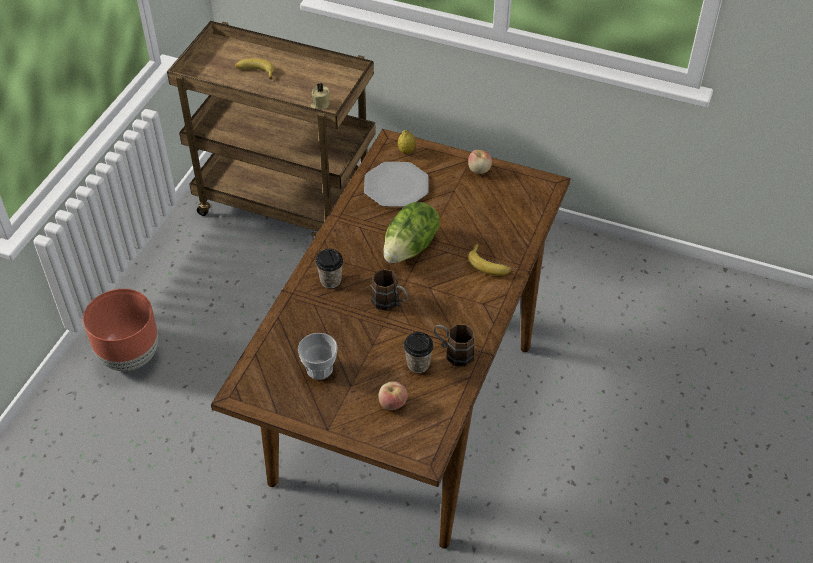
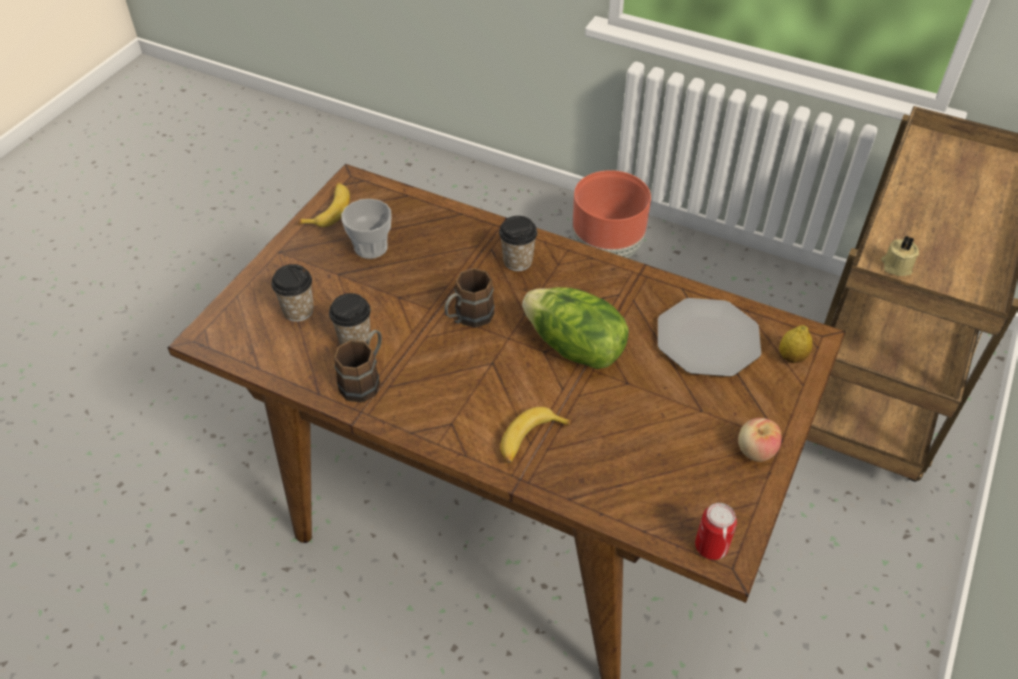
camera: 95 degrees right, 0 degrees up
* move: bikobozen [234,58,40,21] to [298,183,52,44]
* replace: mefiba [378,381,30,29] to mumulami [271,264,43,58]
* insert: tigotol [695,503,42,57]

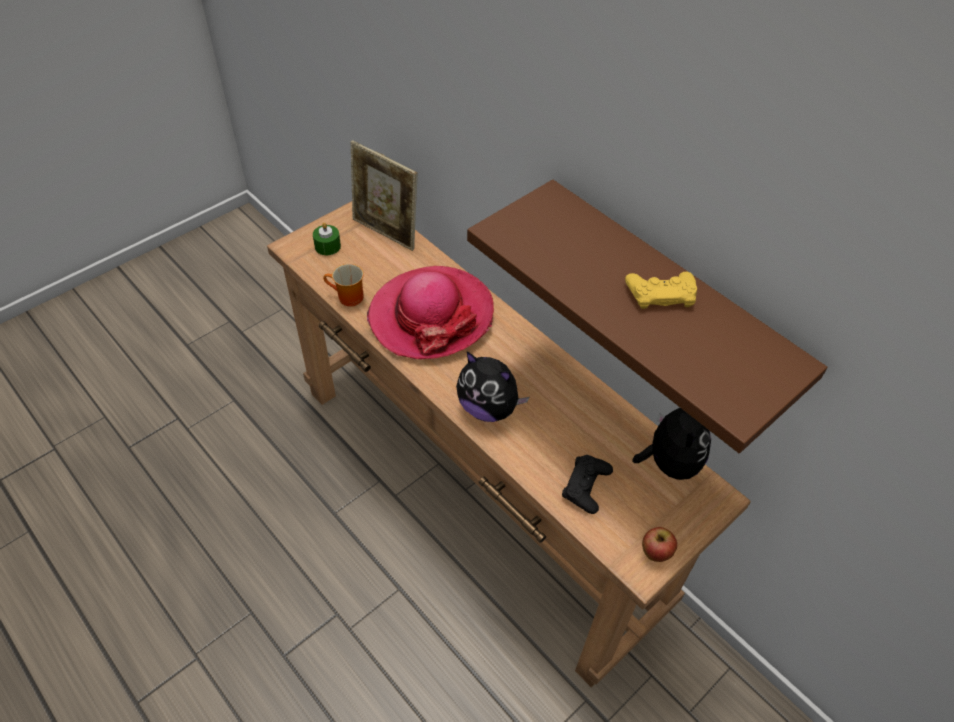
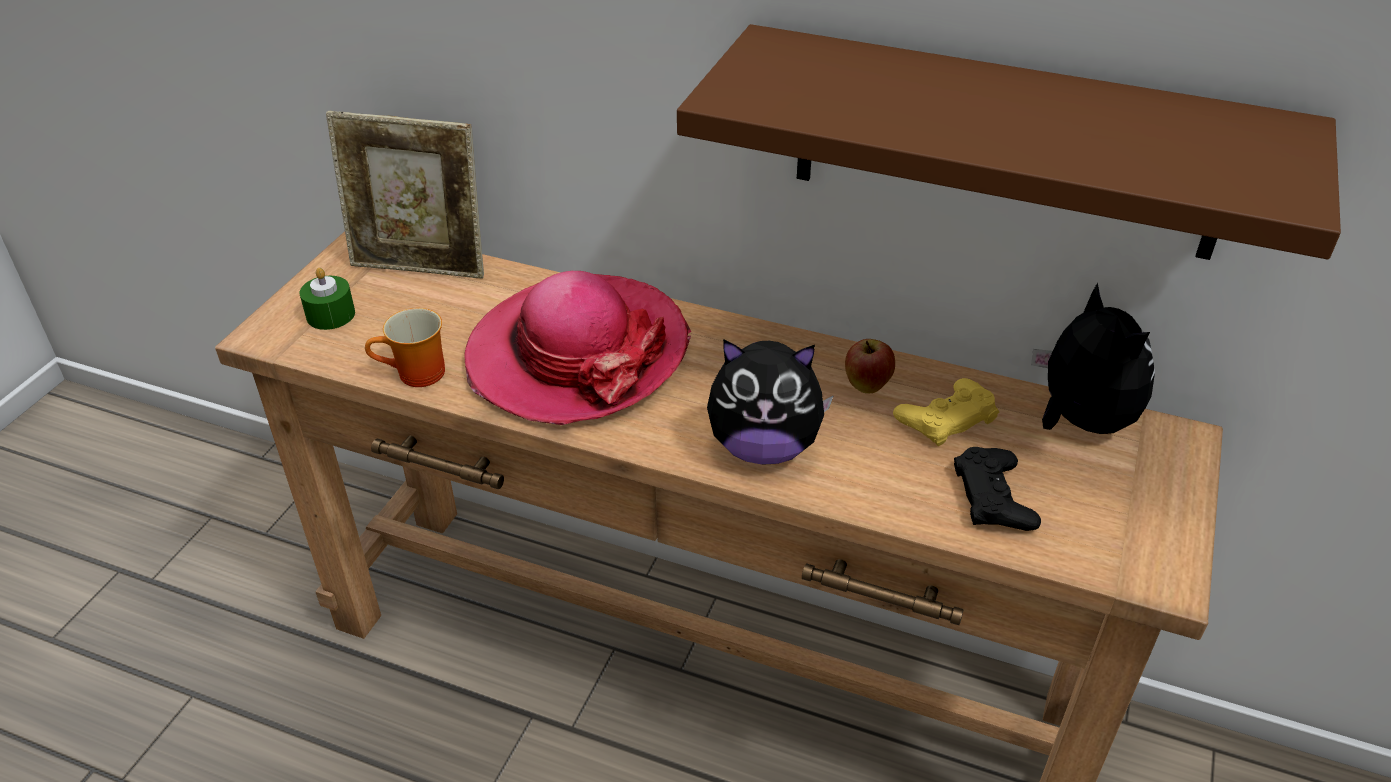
camera: 25 degrees left, 10 degrees down
* move: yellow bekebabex [625,272,72,37] to [893,378,106,68]
* move: mefiba [642,527,35,35] to [845,339,50,54]

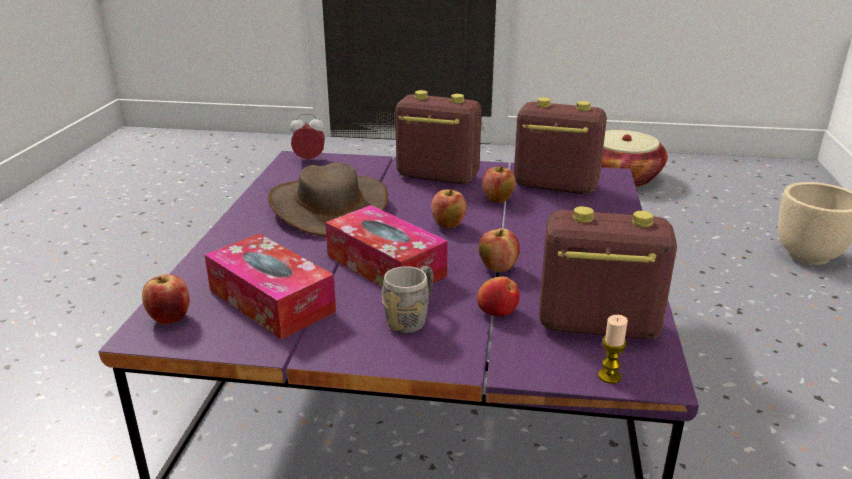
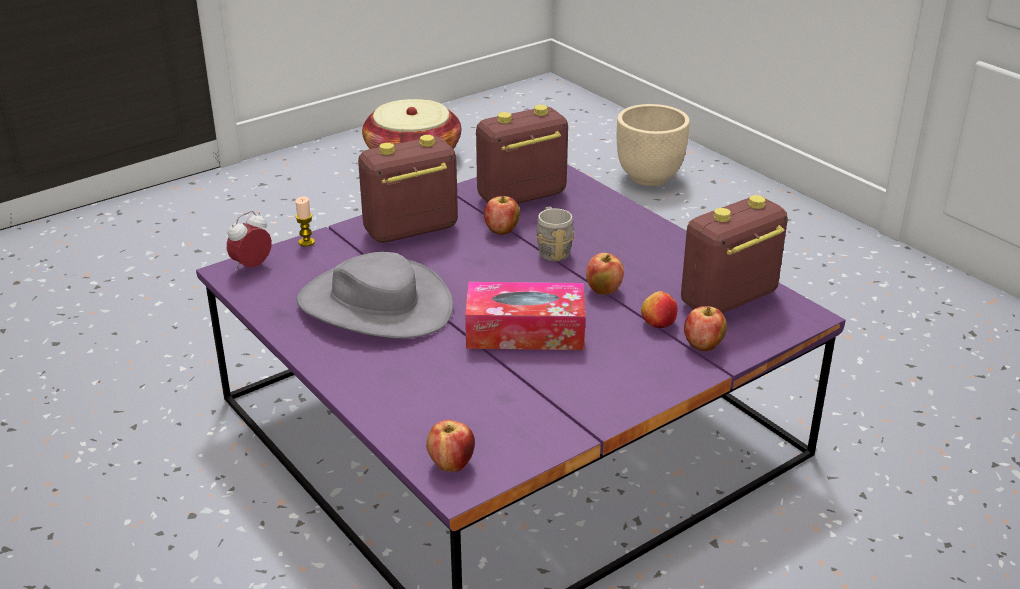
camera: 45 degrees left, 5 degrees up
* delete: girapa [204,234,132,106]
* recolor: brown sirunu [268,163,120,74] to grey sirunu [296,252,157,87]
* move: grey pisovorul [382,266,51,67] to [537,207,38,54]
* move: mefiba [431,189,36,39] to [684,306,43,45]
* move: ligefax [598,315,30,69] to [295,197,20,50]

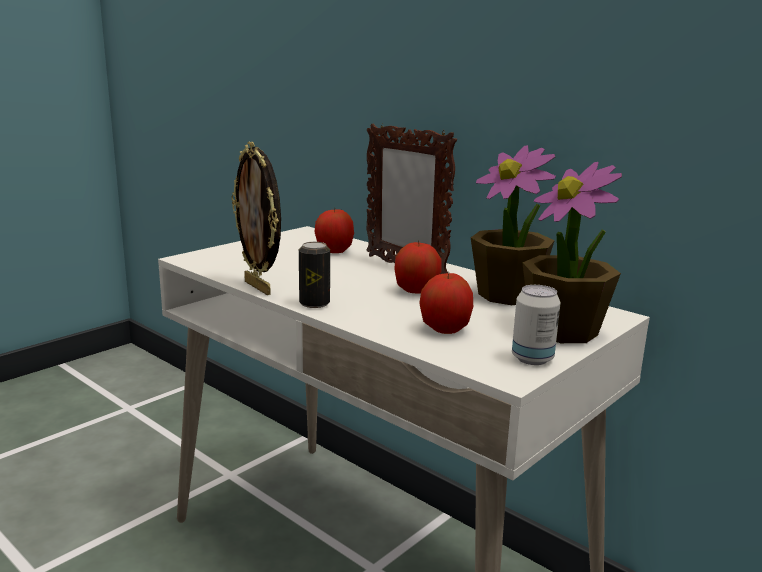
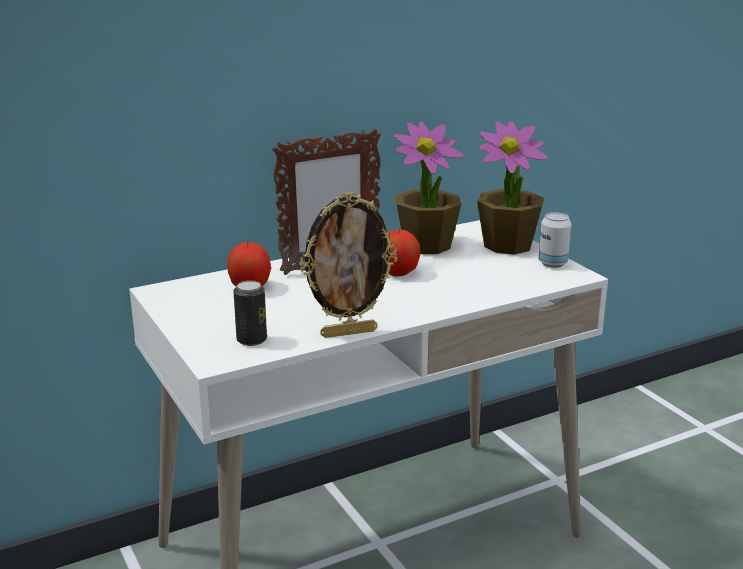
camera: 70 degrees left, 5 degrees up
* move: tigotol [299,242,31,66] to [233,280,34,66]
* delete: mefiba [419,273,54,61]

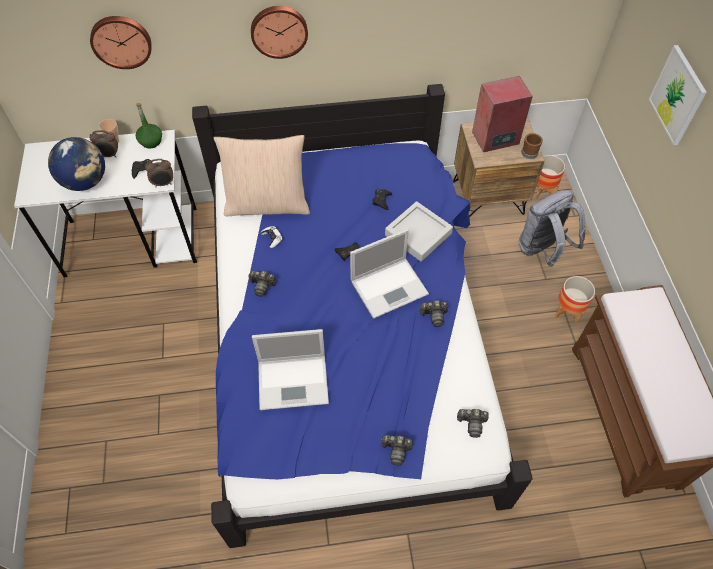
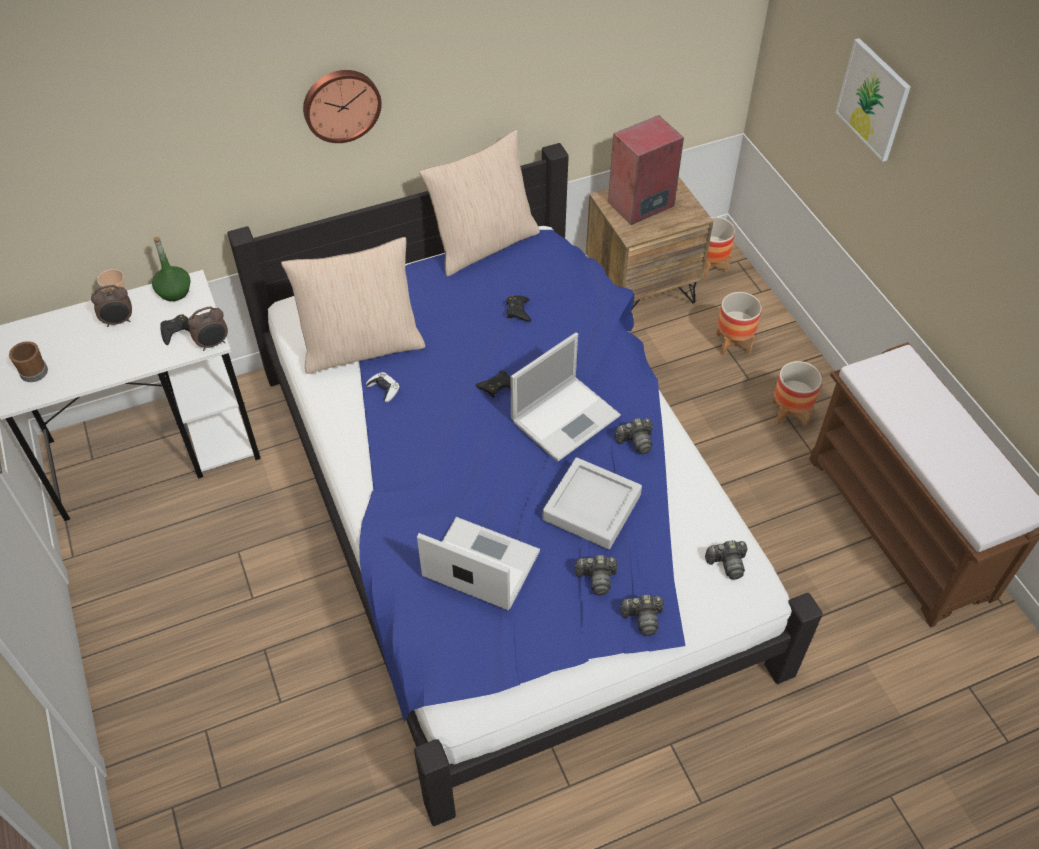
camera: 15 degrees left, 5 degrees down
* delete: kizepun [48,137,57,54]
* delete: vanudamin [90,16,62,53]
* move: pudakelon [249,271,28,26] to [575,555,42,40]
* rotate: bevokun [252,329,77,81] = [417,517,123,93] 135 degrees counterclockwise
* move: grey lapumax [385,201,68,61] to [542,457,100,92]
* replace: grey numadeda [519,190,66,77] to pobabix [716,292,46,63]
* move: brown pisovorul [521,133,22,26] to [9,341,39,41]
* insert: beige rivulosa [419,130,121,147]

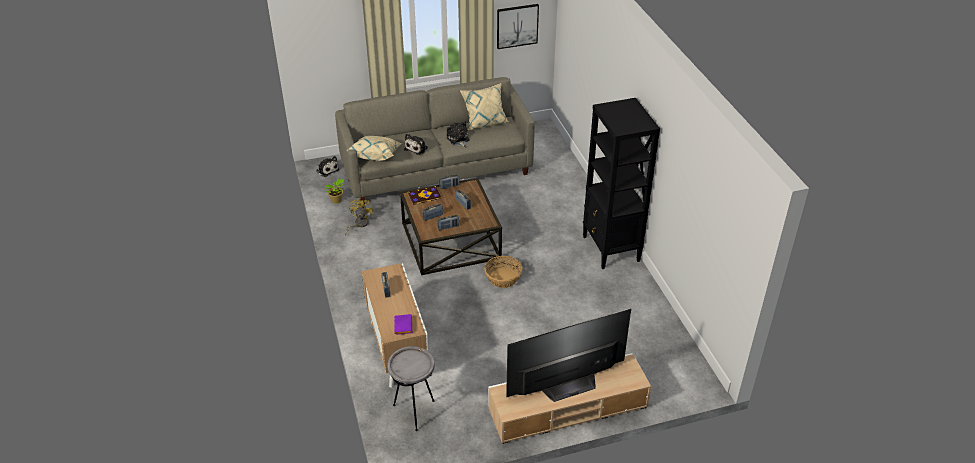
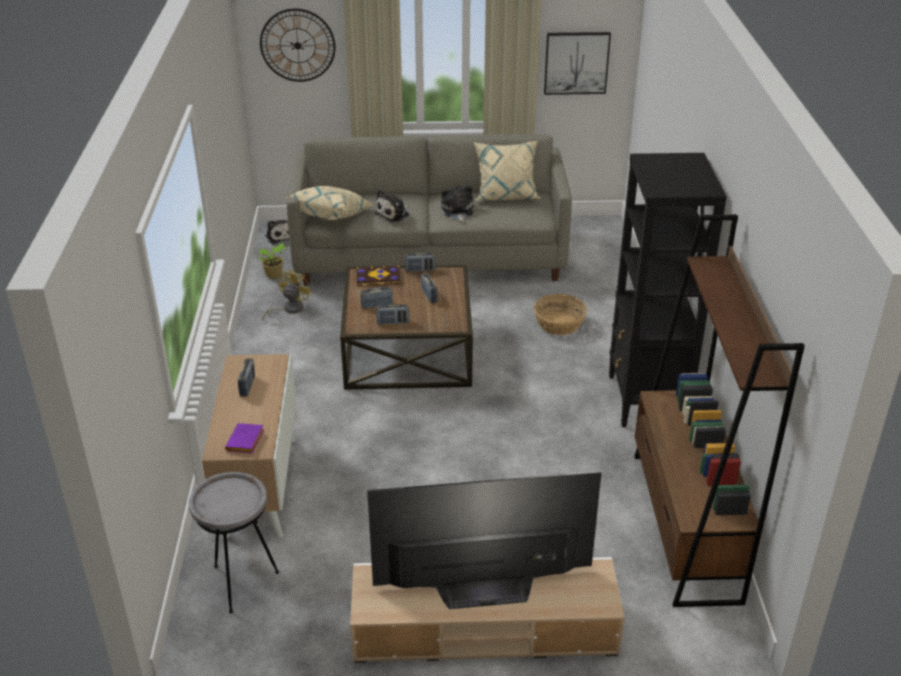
camera: 15 degrees right, 5 degrees down
* move: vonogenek [484,256,39,32] to [534,294,53,41]
* insert: vanudamin [260,8,75,74]
* insert: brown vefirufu [634,214,171,393]

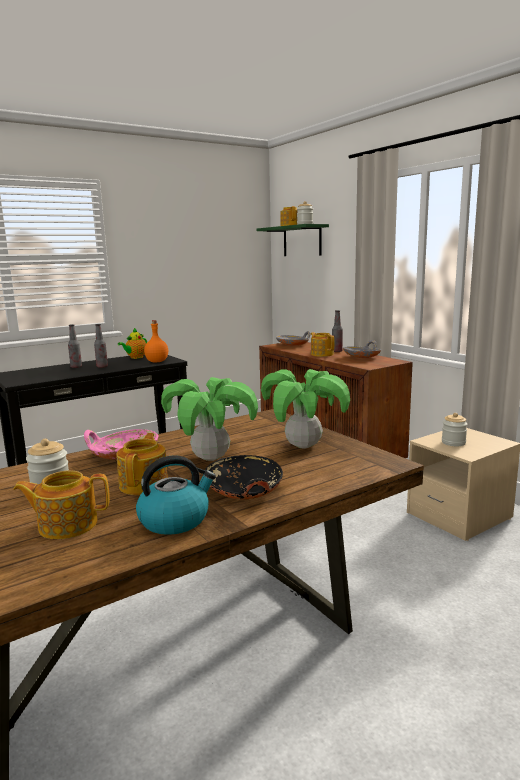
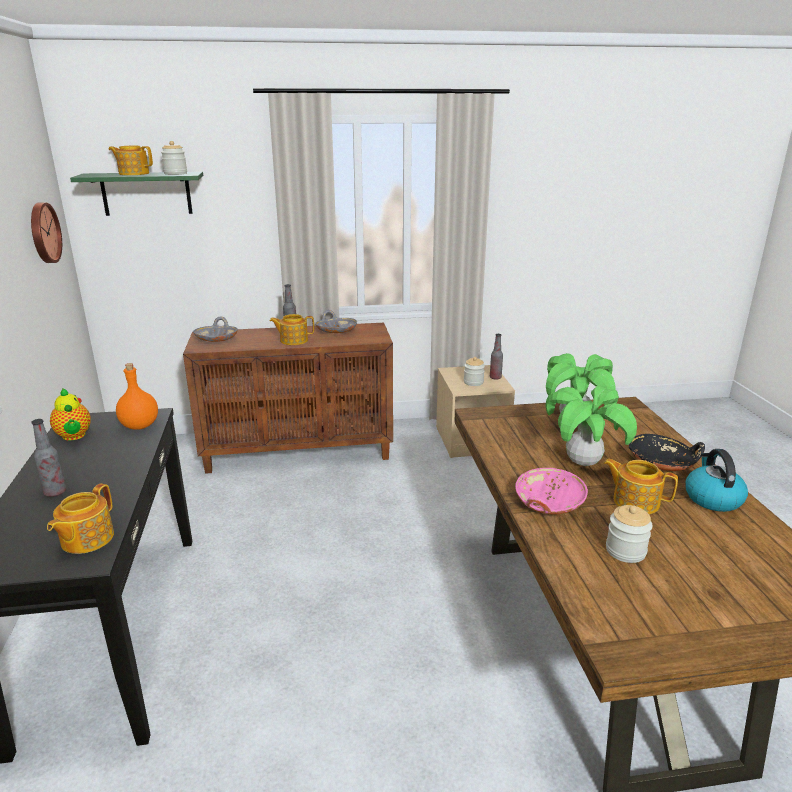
camera: 65 degrees left, 10 degrees up
* move: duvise [13,471,97,68] to [47,483,67,71]
* move: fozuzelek [94,324,14,44] to [490,334,13,46]
* insert: vanudamin [31,202,31,61]

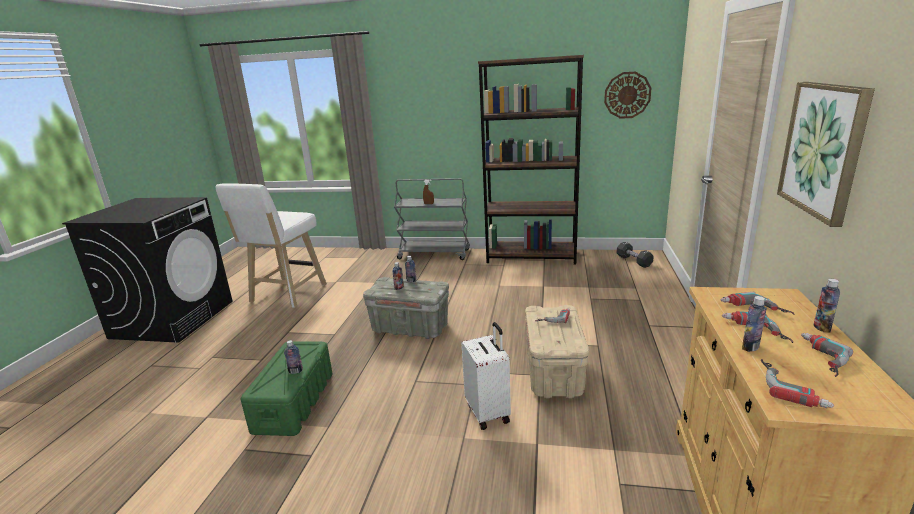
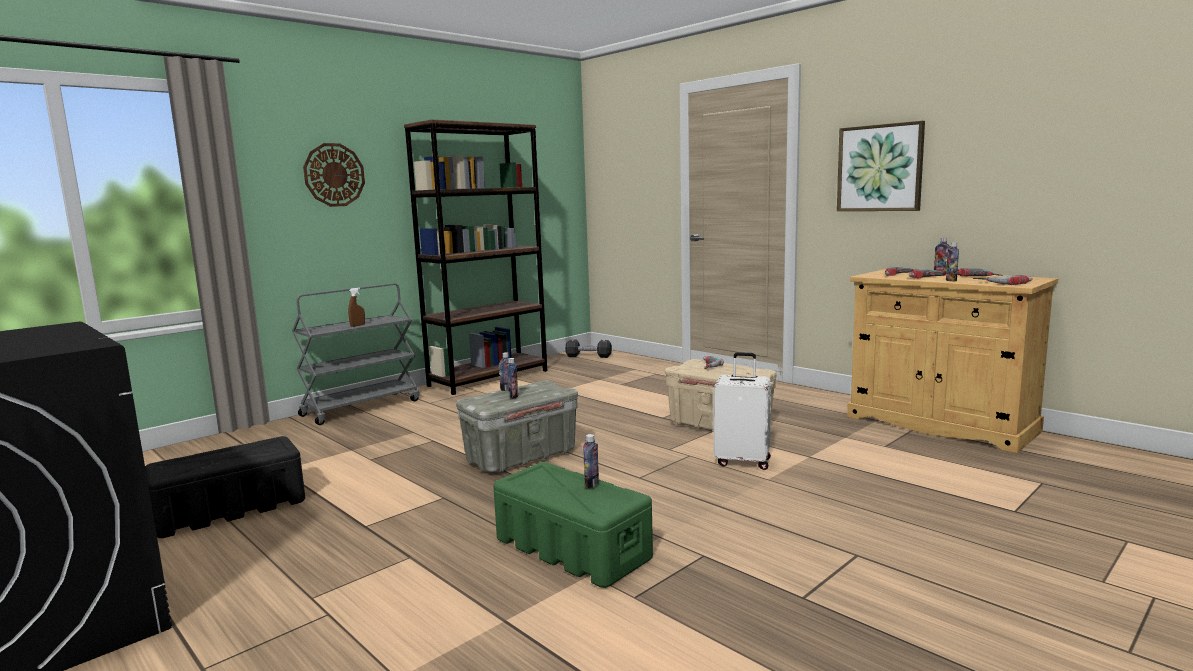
camera: 55 degrees left, 10 degrees down
* replace: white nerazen [215,184,112,124] to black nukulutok [145,436,160,102]
* move: vanudamin [604,72,48,47] to [303,143,62,64]

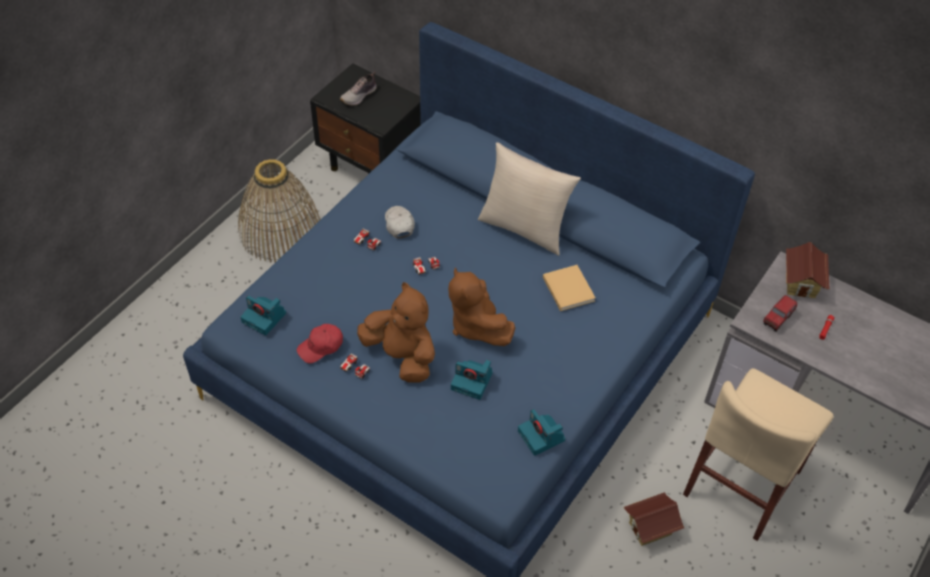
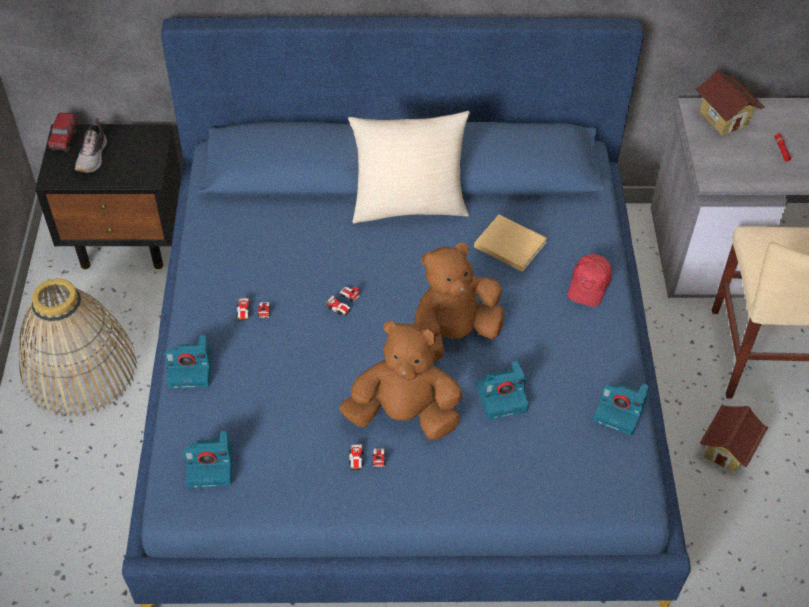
camera: 35 degrees left, 0 degrees up
* move: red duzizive [297,324,46,40] to [568,254,44,53]
* delete: white duzizive [385,206,30,33]
* rotate: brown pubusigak [448,267,67,79] = [414,243,90,119] 120 degrees clockwise
* move: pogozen [763,295,34,37] to [48,112,30,40]
* insert: pudakelon [165,335,47,53]

